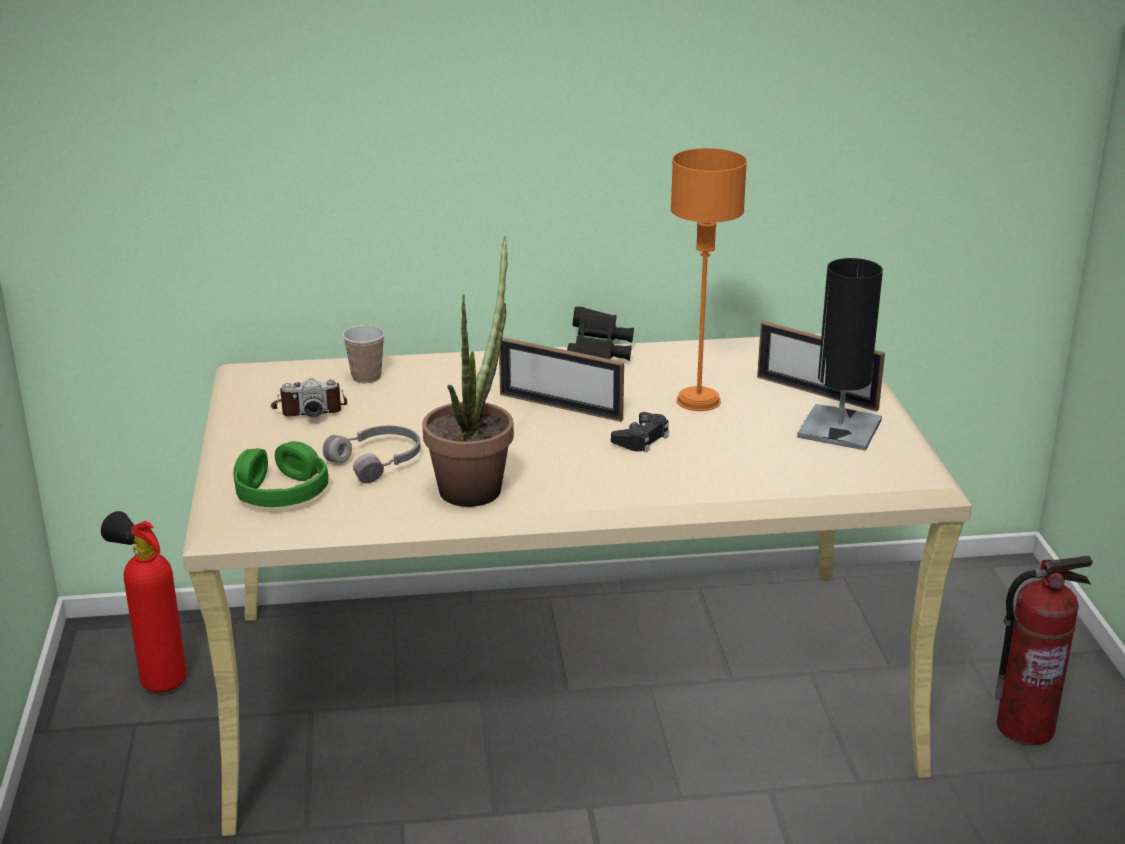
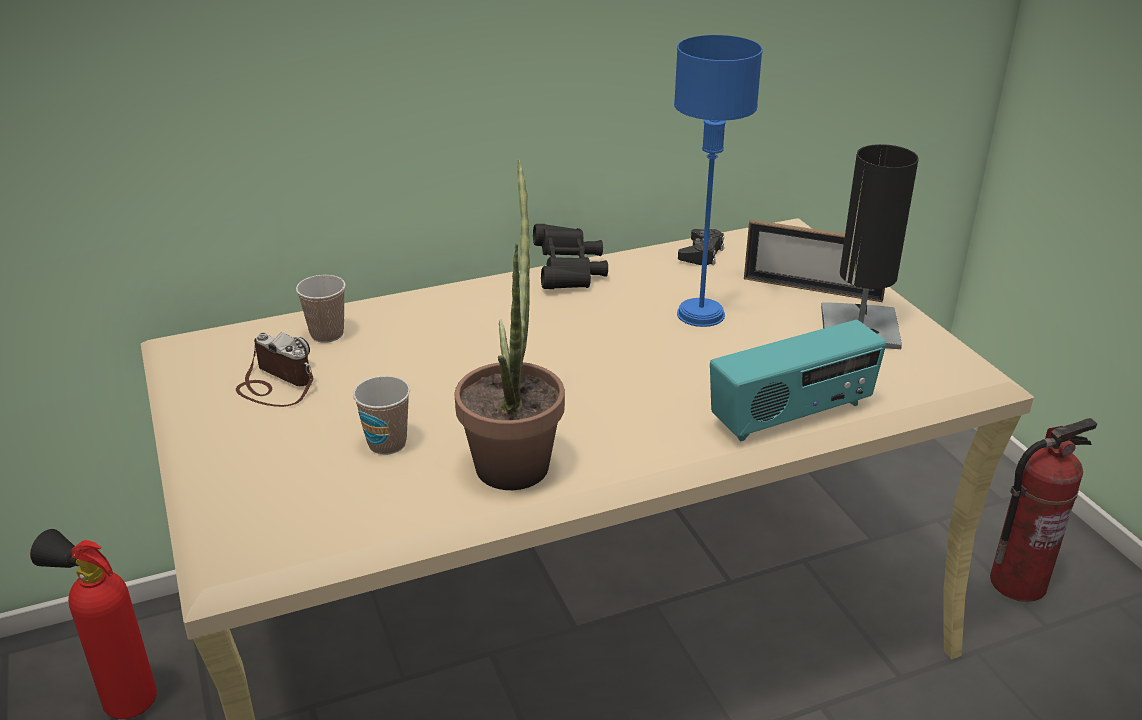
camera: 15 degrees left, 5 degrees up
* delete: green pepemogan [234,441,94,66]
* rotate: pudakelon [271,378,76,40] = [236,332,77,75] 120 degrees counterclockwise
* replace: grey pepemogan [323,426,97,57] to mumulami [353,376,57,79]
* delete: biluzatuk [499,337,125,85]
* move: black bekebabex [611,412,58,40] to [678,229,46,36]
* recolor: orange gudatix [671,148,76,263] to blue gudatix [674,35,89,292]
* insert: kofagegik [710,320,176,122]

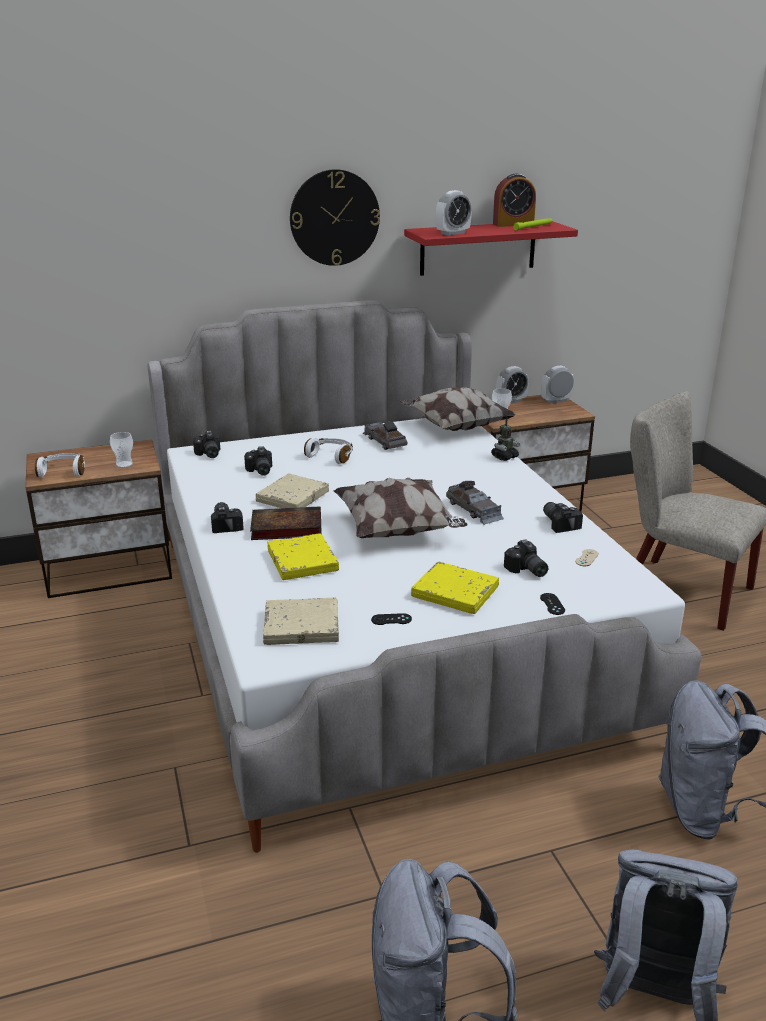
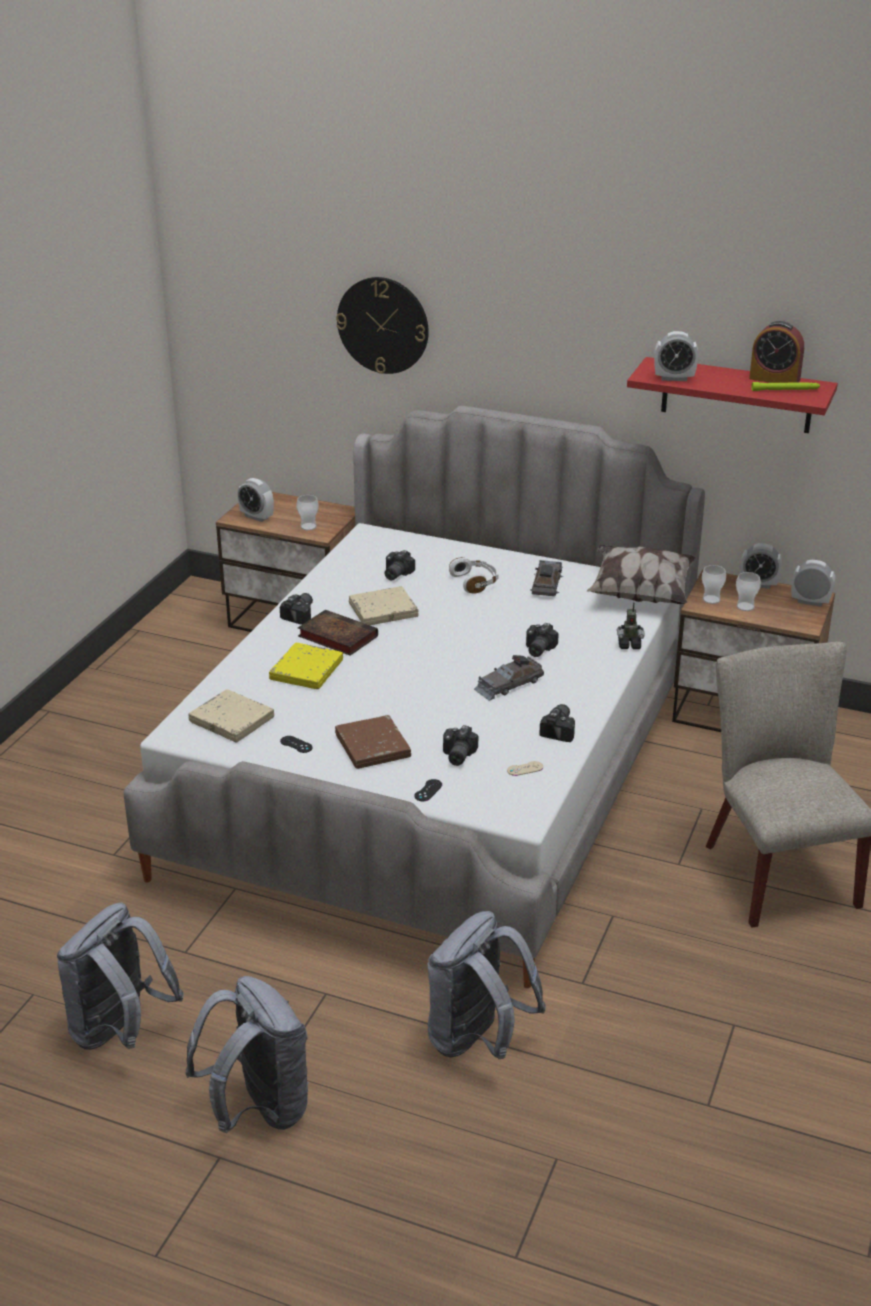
camera: 40 degrees right, 5 degrees up
* replace: white pepemogan [35,453,50,25] to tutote [238,478,36,44]
* move: pudakelon [193,431,28,27] to [526,623,33,34]
* move: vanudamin [290,169,90,97] to [336,277,93,97]
* delete: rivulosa [333,478,135,60]
* recolor: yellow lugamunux [411,562,88,52] to brown lugamunux [335,715,76,54]
* rotate: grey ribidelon [446,481,58,44] = [474,655,70,46] 45 degrees clockwise
* insert: mumulami [736,572,25,39]

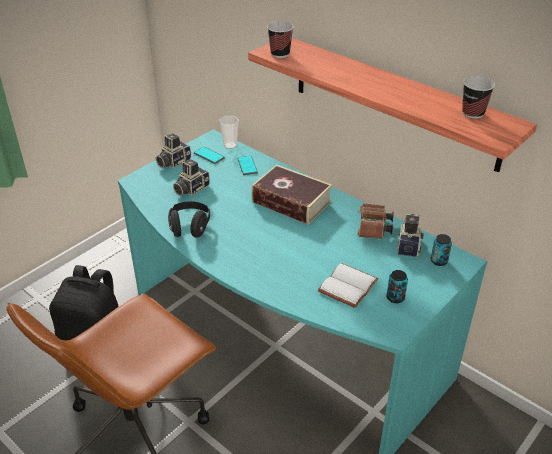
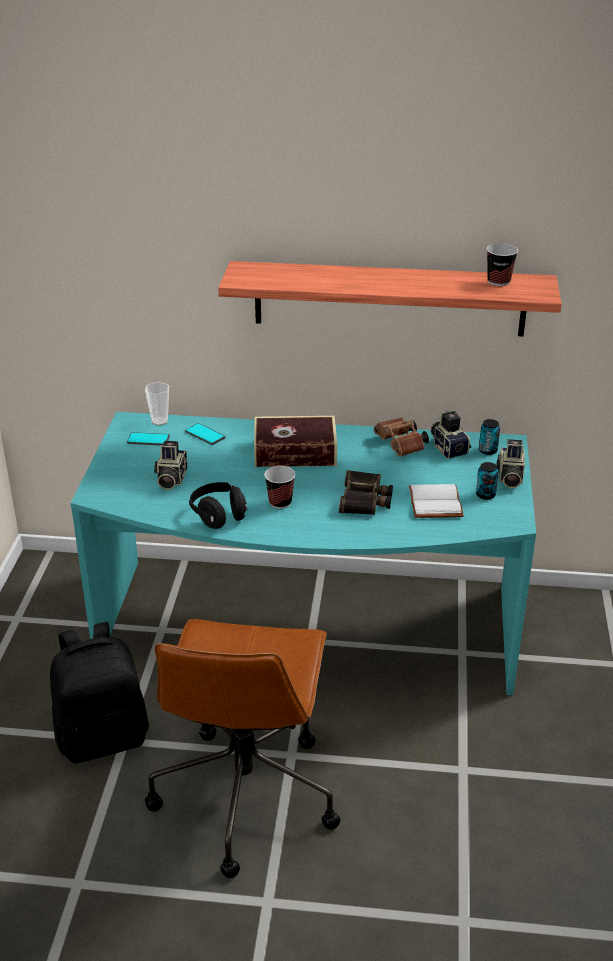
camera: 35 degrees left, 5 degrees down
* move: pudakelon [156,134,35,34] to [496,439,29,49]
* move: mumulami [267,21,27,37] to [264,466,32,43]
* insert: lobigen [339,470,54,45]

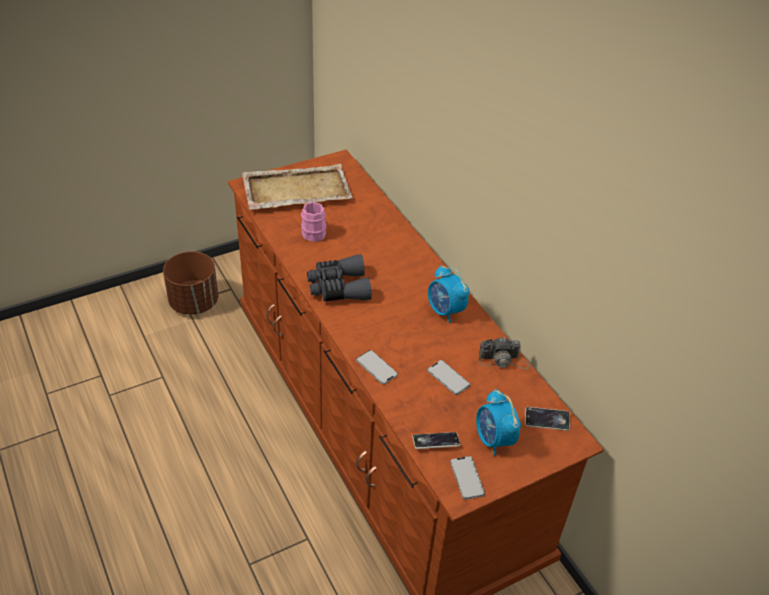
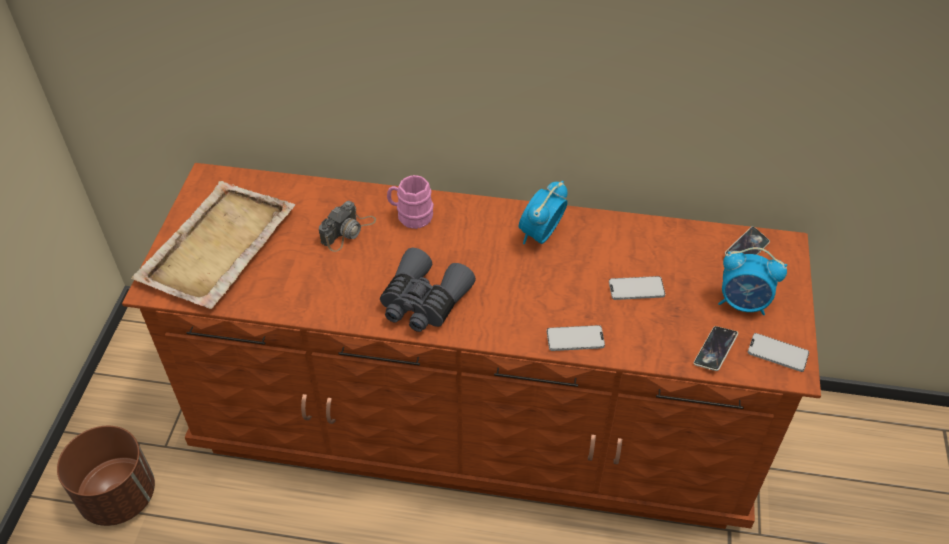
camera: 50 degrees left, 5 degrees up
* move: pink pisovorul [301,202,26,40] to [387,175,47,54]
* rotate: tutote [428,265,41,58] = [519,181,49,63] 120 degrees clockwise
* move: pudakelon [479,337,50,32] to [319,201,57,51]

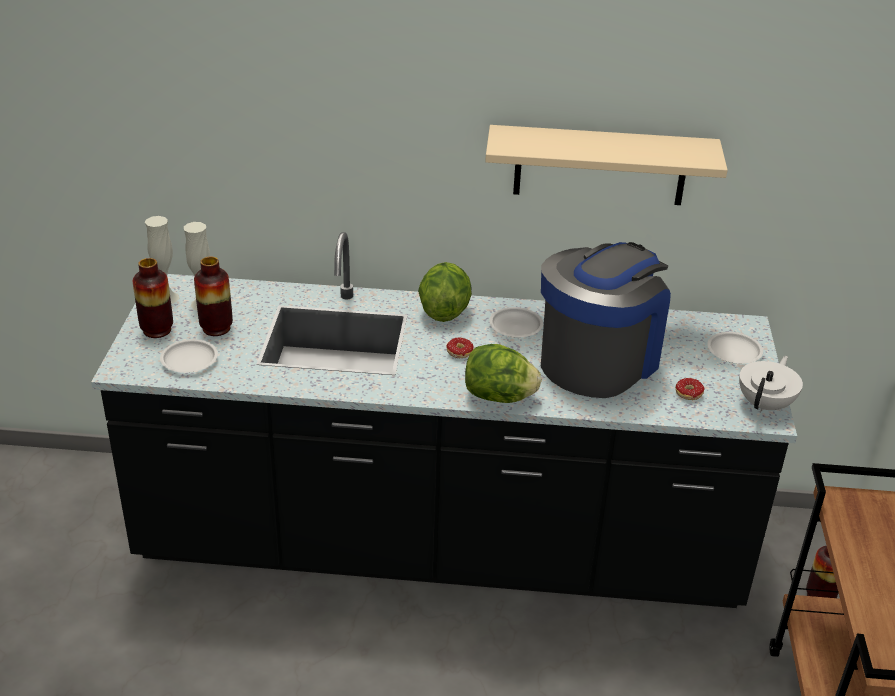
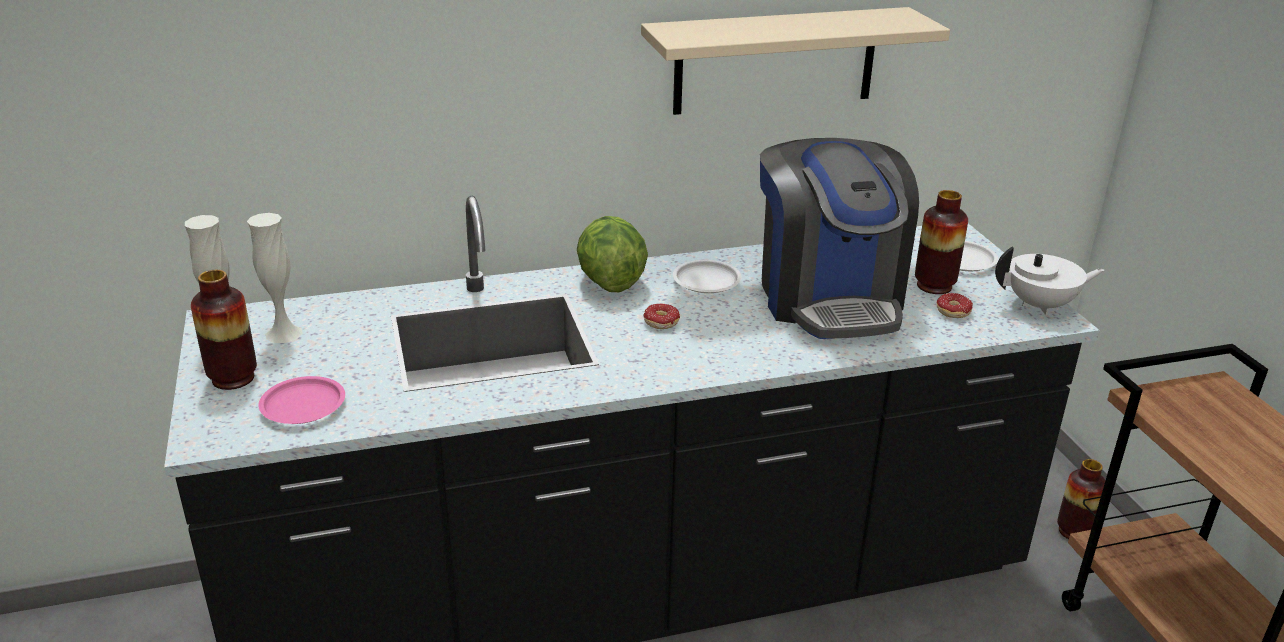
camera: 20 degrees left, 5 degrees down
* recolor: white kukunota [160,339,58,34] to pink kukunota [258,376,87,48]
* move: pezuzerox [194,256,39,80] to [915,190,53,104]
* delete: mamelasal [465,344,77,59]
* rotate: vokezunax [541,242,130,156] = [760,138,159,201] 150 degrees clockwise
* rotate: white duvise [739,356,64,57] = [995,246,110,69] 75 degrees clockwise

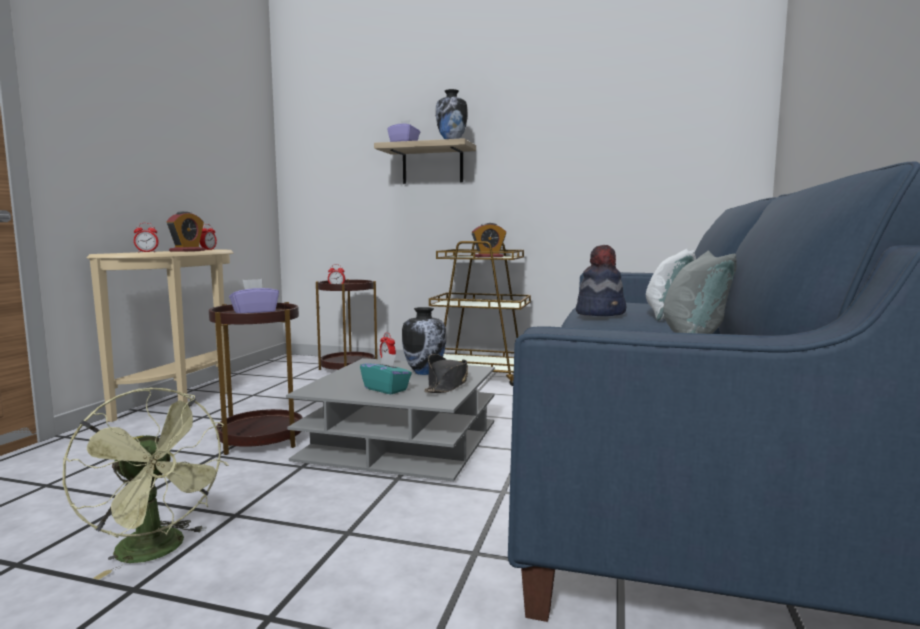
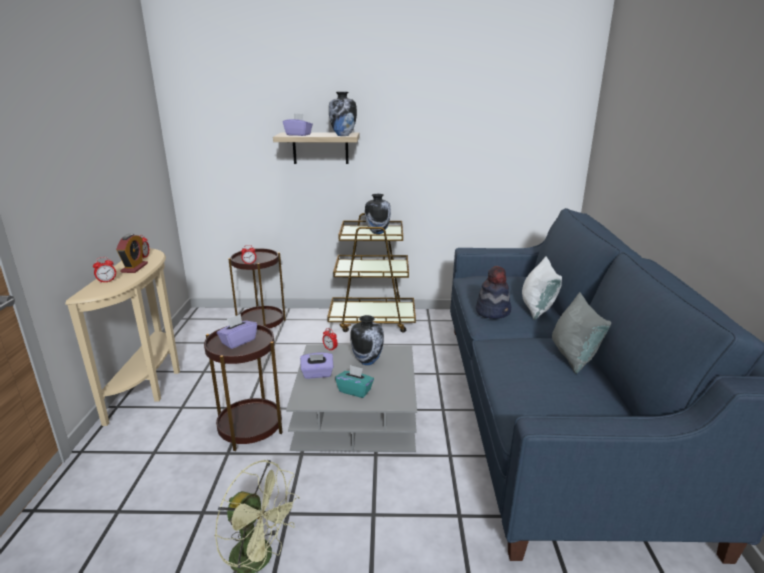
camera: 15 degrees left, 15 degrees up
* delete: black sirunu [424,354,44,39]
* replace: tutote [472,223,34,34] to pezuzerox [365,194,26,40]
* insert: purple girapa [300,353,33,26]

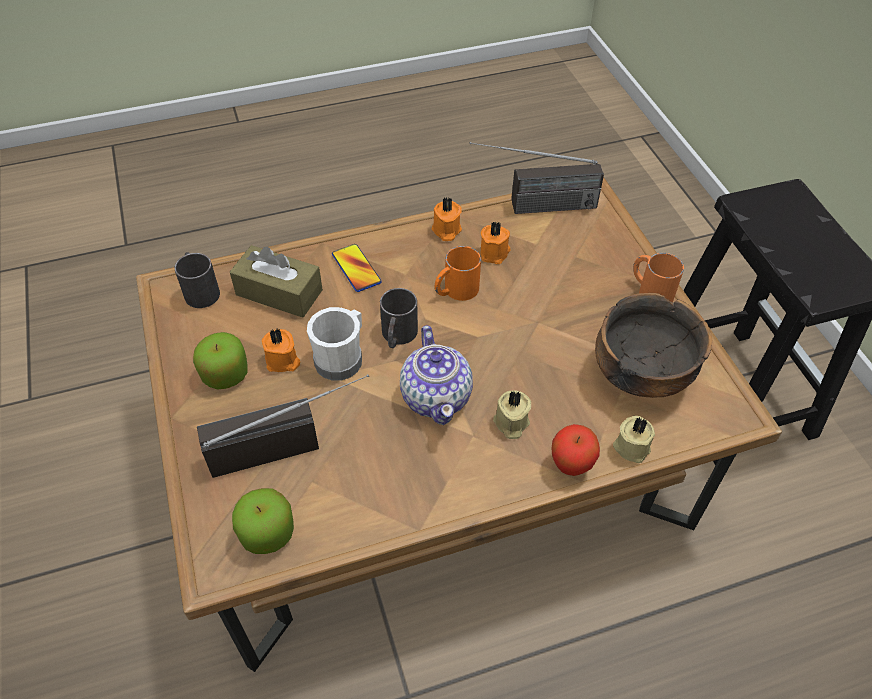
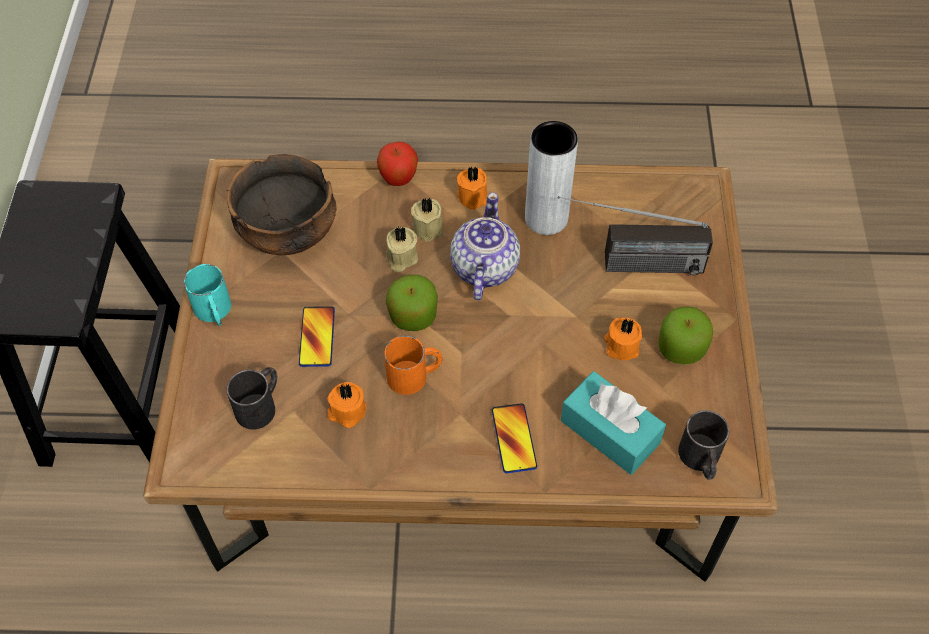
camera: 160 degrees left, 5 degrees up
* recolor: brown girapa [230,245,93,73] to turquoise girapa [561,371,105,104]
* move: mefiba [232,488,62,66] to [386,275,52,56]
* delete: white pisovorul [307,307,55,74]
* move: black pisovorul [380,288,38,60] to [227,367,50,63]
* move: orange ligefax [432,197,30,44] to [457,166,30,44]
* delete: kofagegik [469,142,135,72]
* move: beige ligefax [613,416,42,47] to [386,226,32,46]
* recolor: orange pisovorul [633,253,51,49] to turquoise pisovorul [184,264,47,62]
* insert: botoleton [299,306,36,61]
* insert: grey pezuzerox [525,121,53,114]

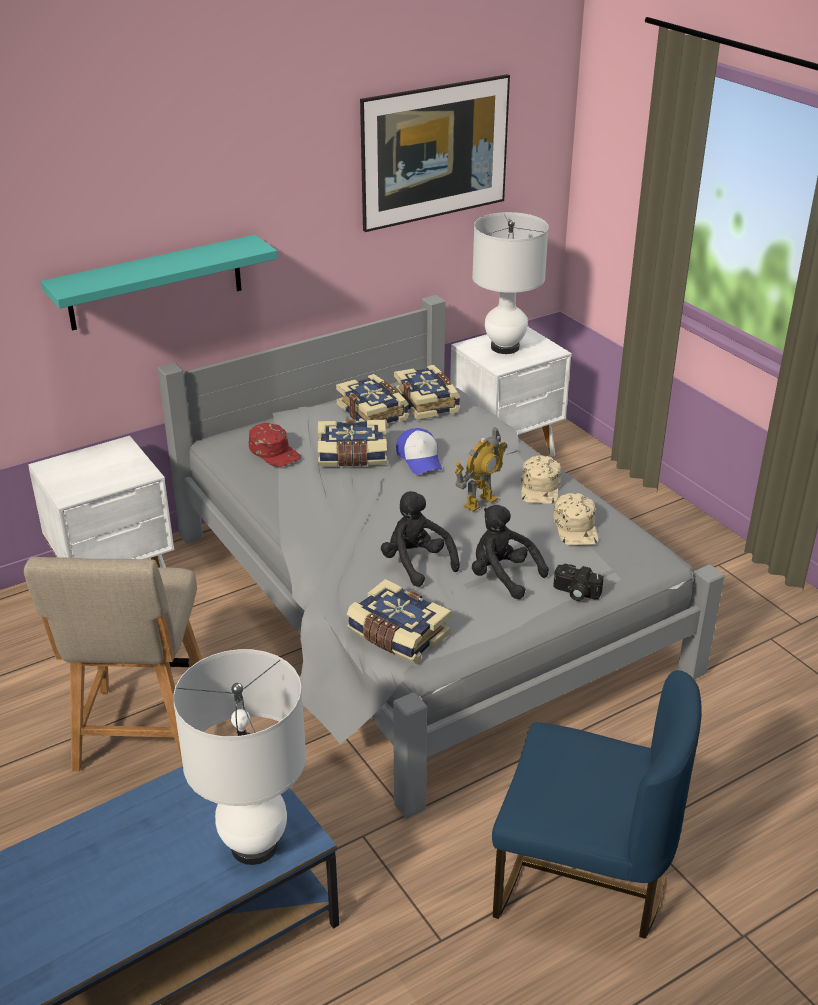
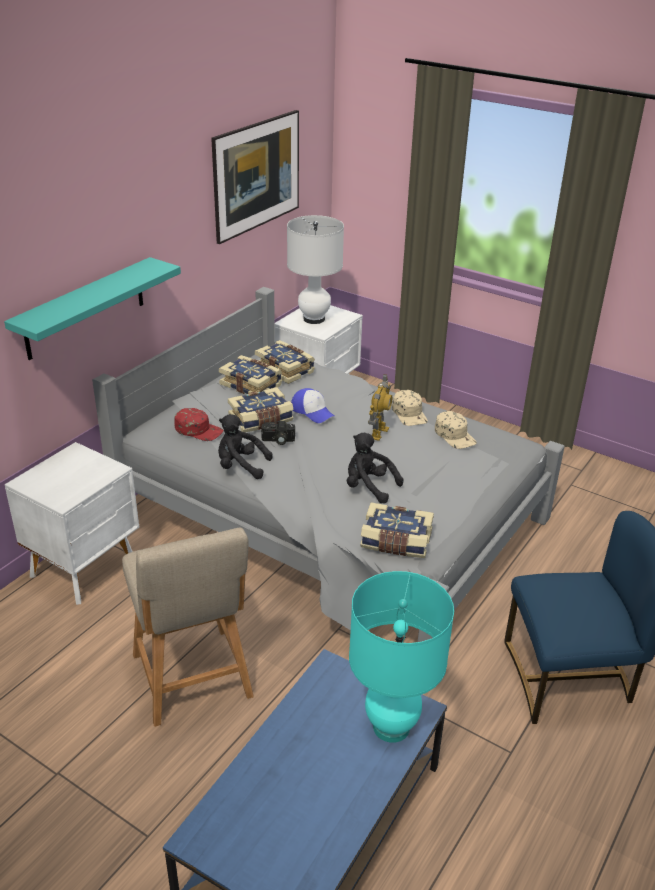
camera: 25 degrees left, 0 degrees up
* recolor: white gudatix [173,649,133,216] to turquoise gudatix [349,571,105,172]
* move: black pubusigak [472,505,77,94] to [218,414,55,65]
* move: pudakelon [553,564,51,37] to [261,421,34,24]

